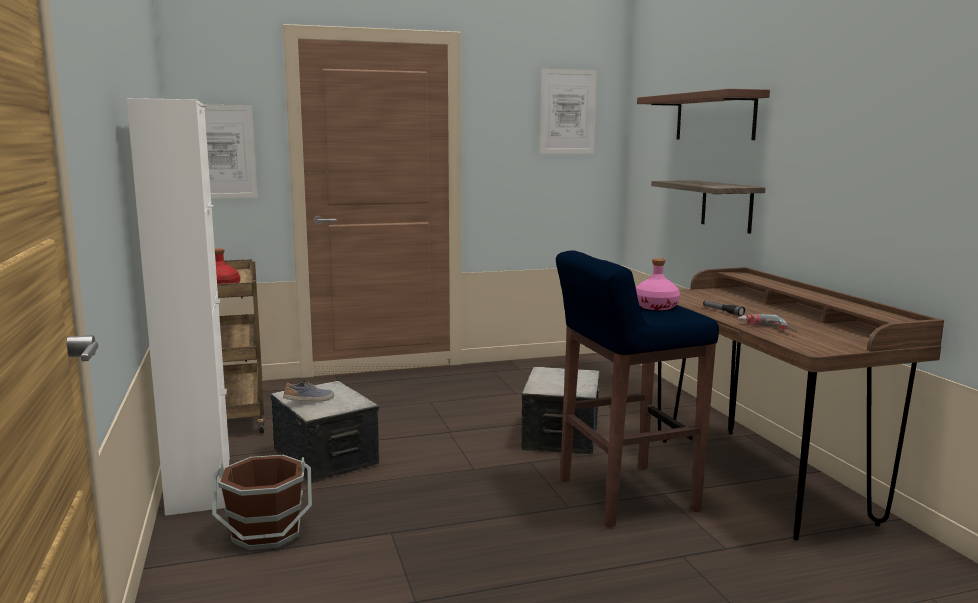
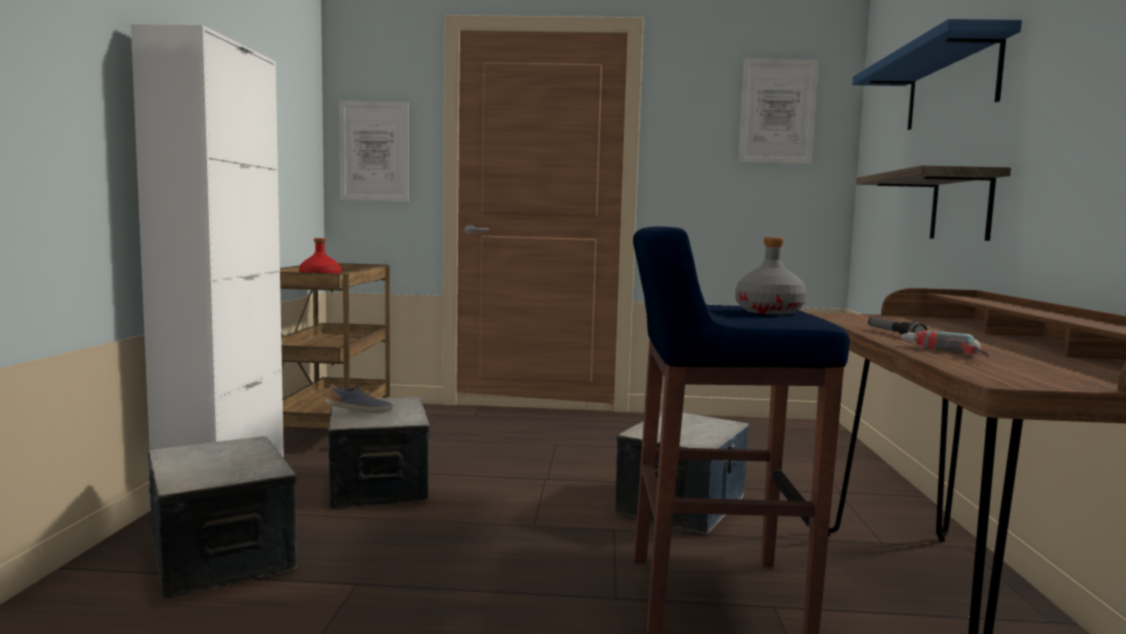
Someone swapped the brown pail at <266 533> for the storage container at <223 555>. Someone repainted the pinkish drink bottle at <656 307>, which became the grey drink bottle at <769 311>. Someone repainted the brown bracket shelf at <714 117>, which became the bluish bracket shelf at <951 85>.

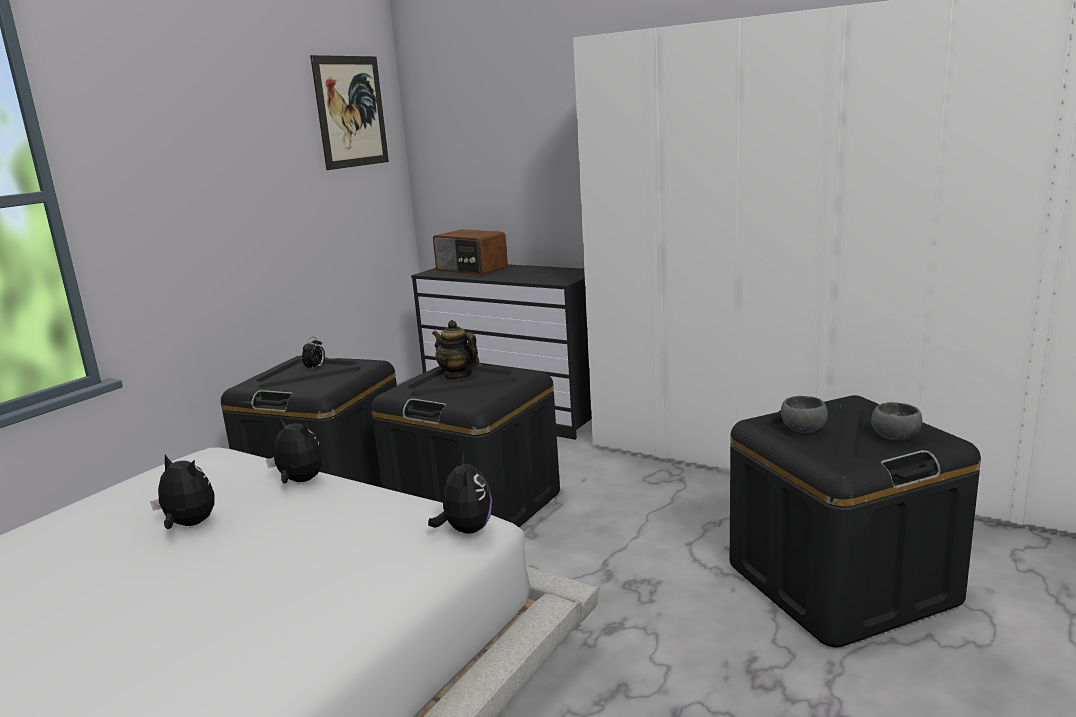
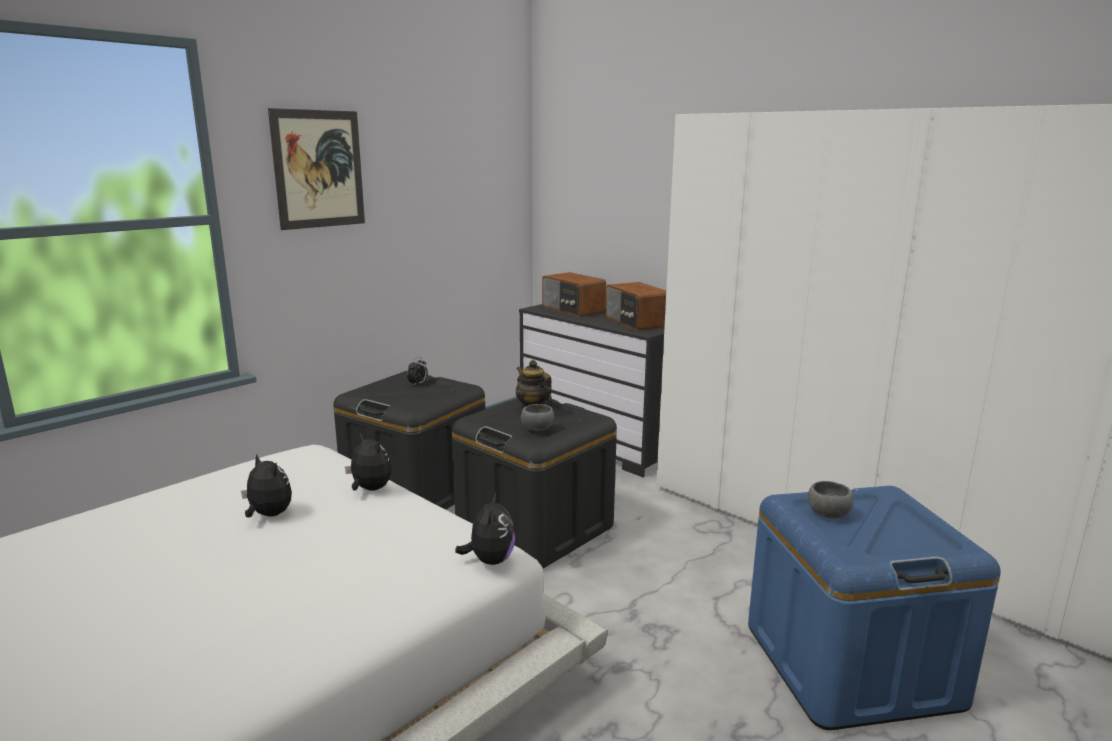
Someone carried the picture from <351 112> to <319 169>. Someone repainted the blackish storage container at <840 583>, which became the bluish storage container at <850 665>. Someone carried the grey bowl from <896 437> to <538 429>. Someone put down the radio receiver at <635 322>.

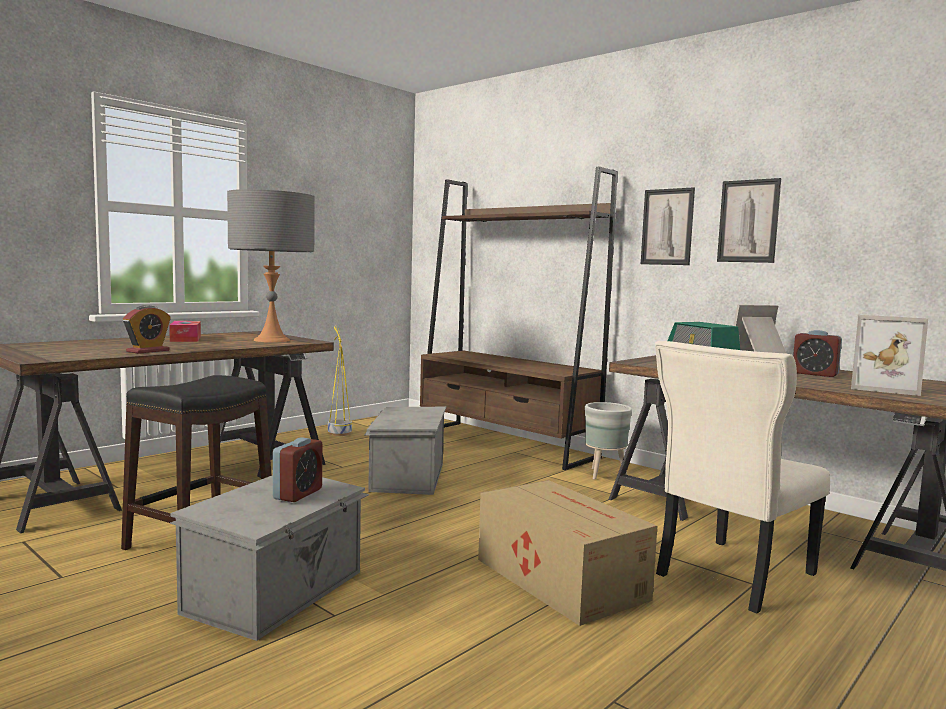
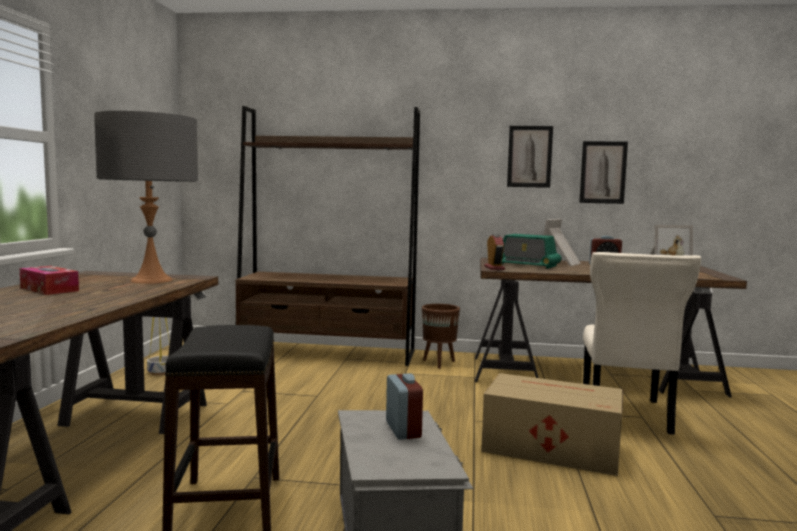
Someone carried the table clock from <148 351> to <494 268>. Someone took away the grey storage container at <406 477>. Someone repainted the grey flower pot at <604 474>, which became the brown flower pot at <439 363>. Someone carried the picture from <667 227> to <603 172>.

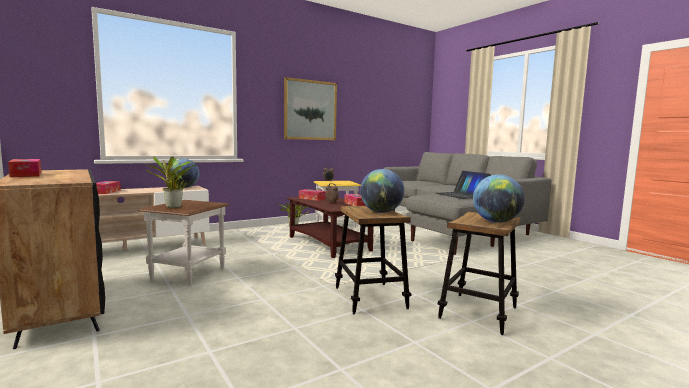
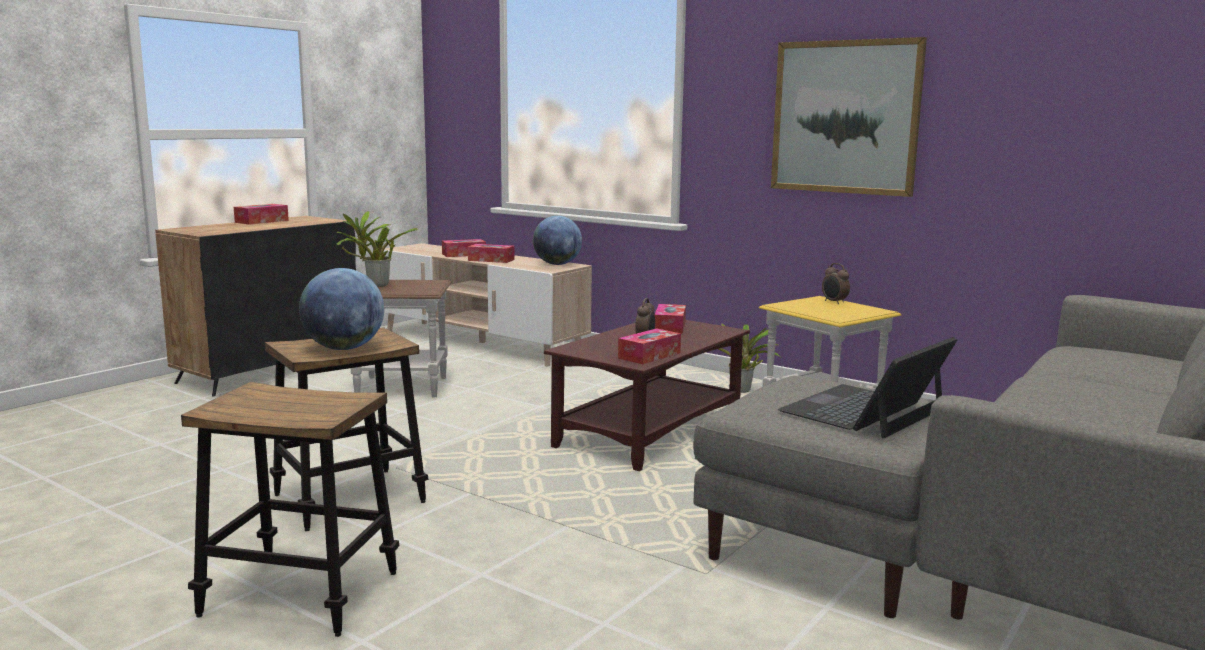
Someone took away the desk globe at <496 222>. Someone put down the tissue box at <491 260>.

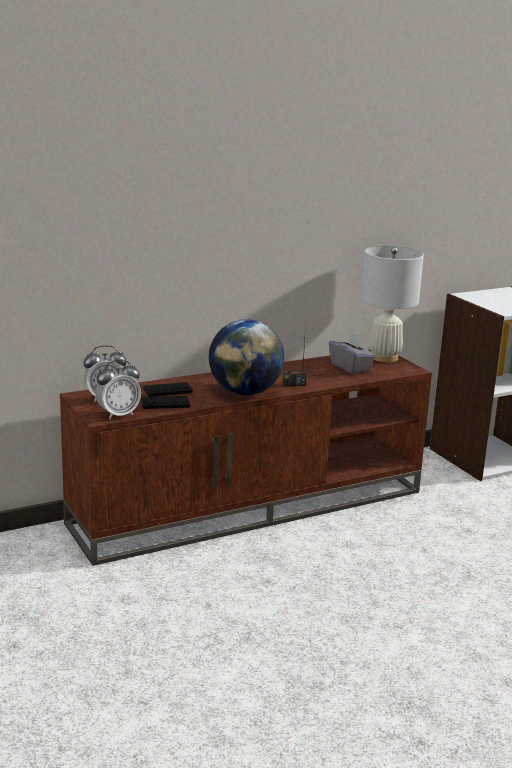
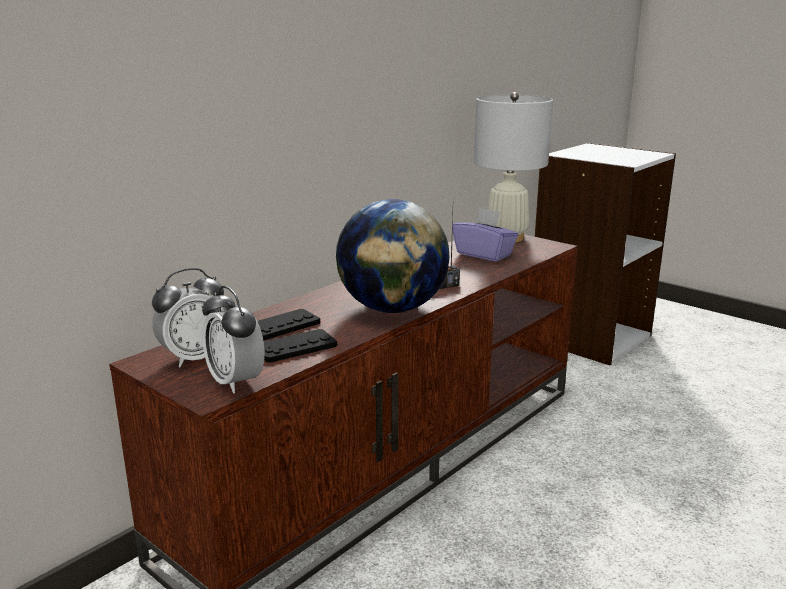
Someone rotated the table clock at <118 415> by 105 degrees clockwise. Someone repainted the grey tissue box at <350 367>, which became the purple tissue box at <484 254>.

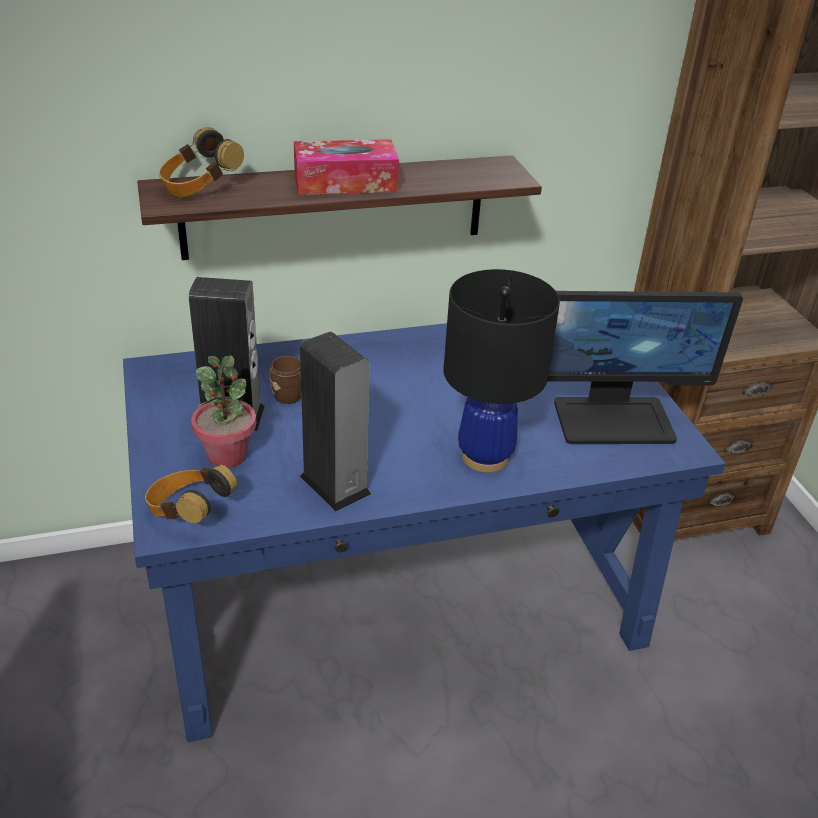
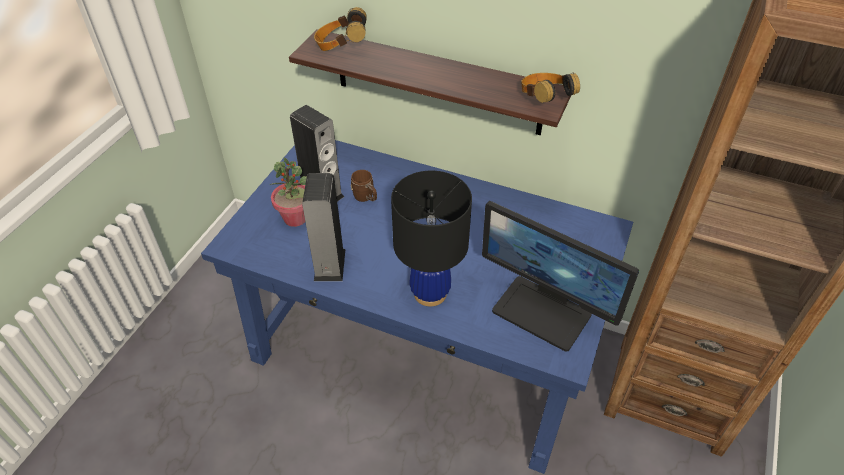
Someone carried the headphones from <189 512> to <544 100>. Someone took away the tissue box at <345 182>.

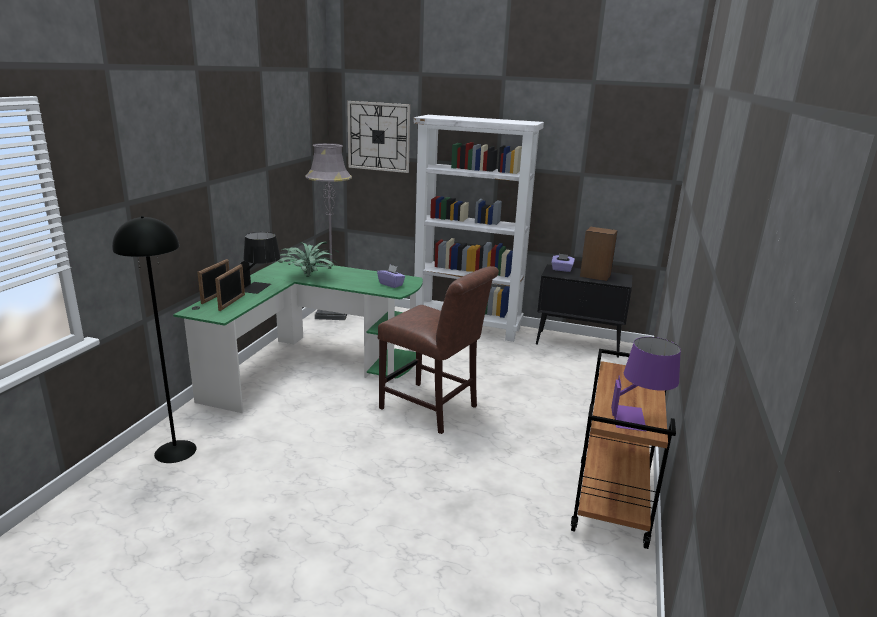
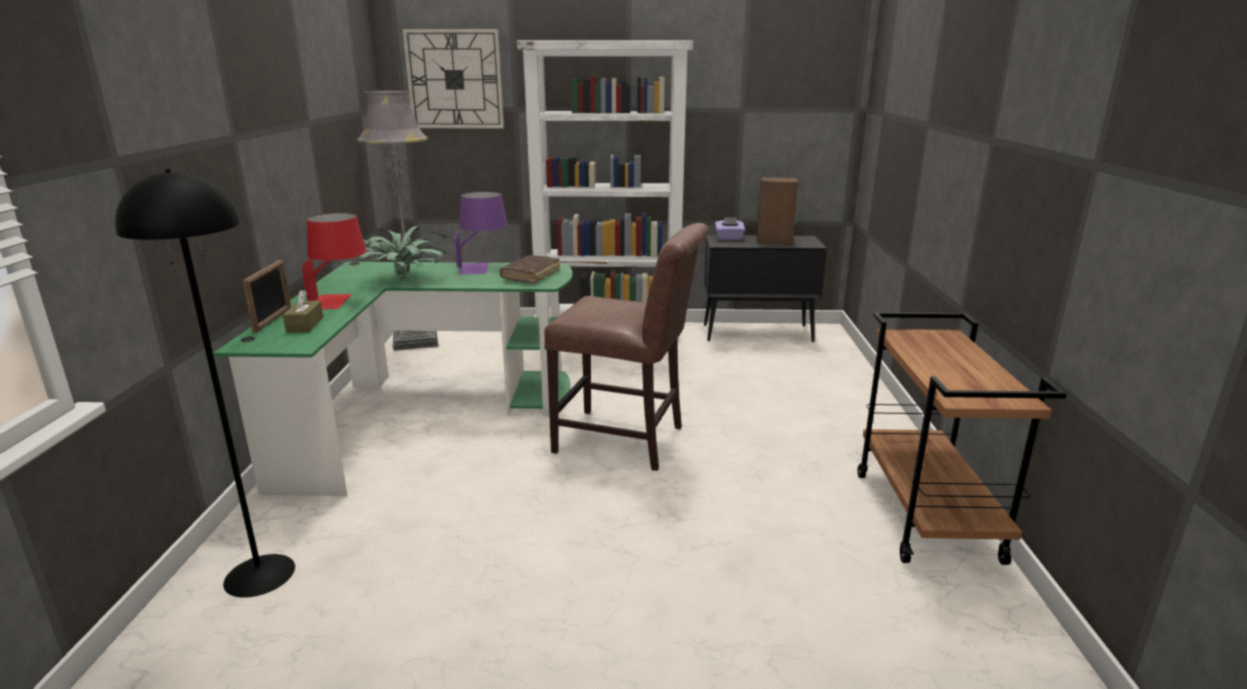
Someone swapped the standing frame at <232 302> for the brown tissue box at <305 325>. Someone repainted the blackish tabletop lamp at <262 288>, which became the reddish tabletop lamp at <340 301>. Someone swapped the purple tissue box at <391 284> for the brown bound book at <530 275>. Someone carried the purple tabletop lamp from <639 418> to <483 268>.

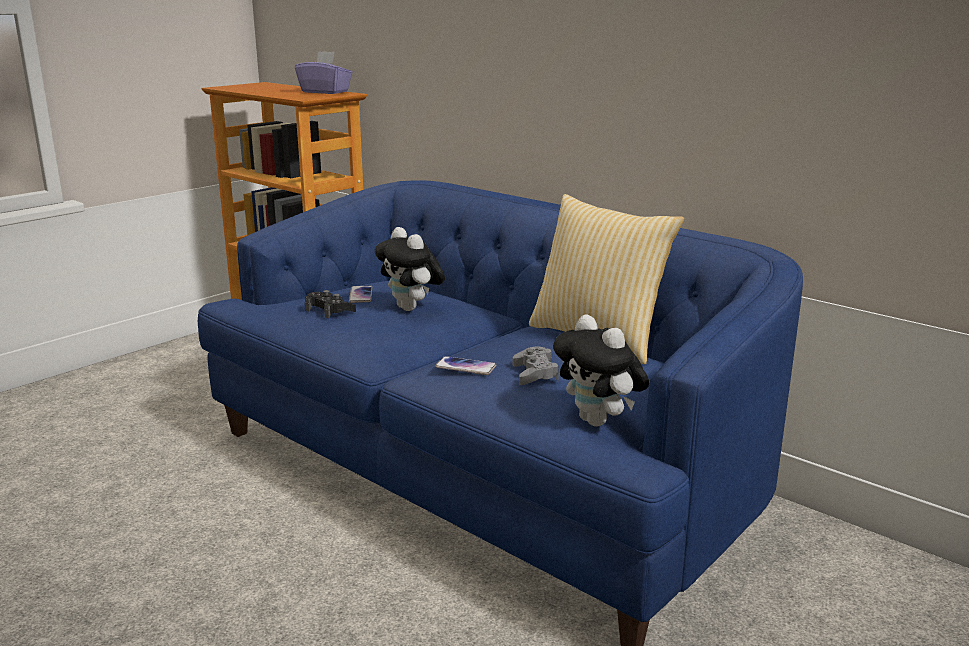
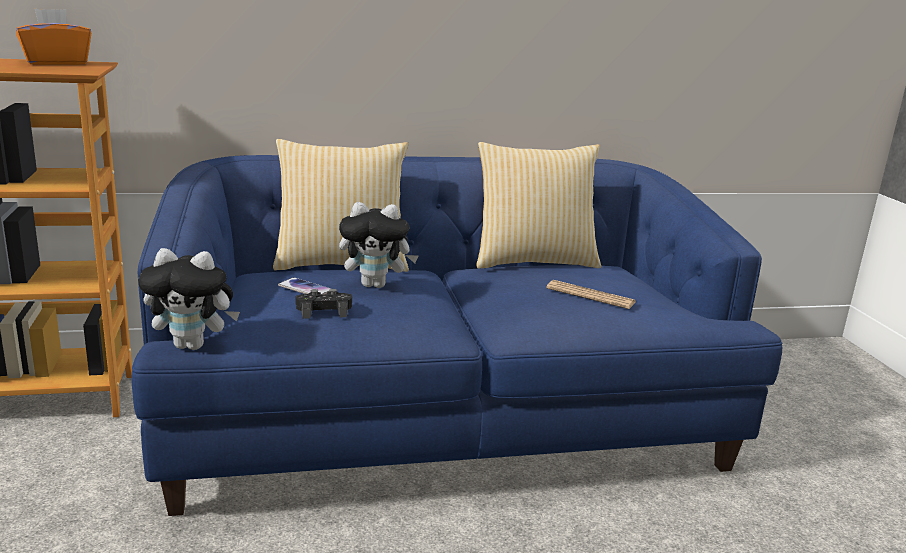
Someone repainted the purple tissue box at <325 92>, which became the orange tissue box at <56 63>. Someone took away the phone at <465 367>. Someone swapped the grey game controller at <535 374> for the newspaper at <590 296>. Someone carried the plush toy from <599 422> to <193 345>. Someone put down the pillow at <341 263>.

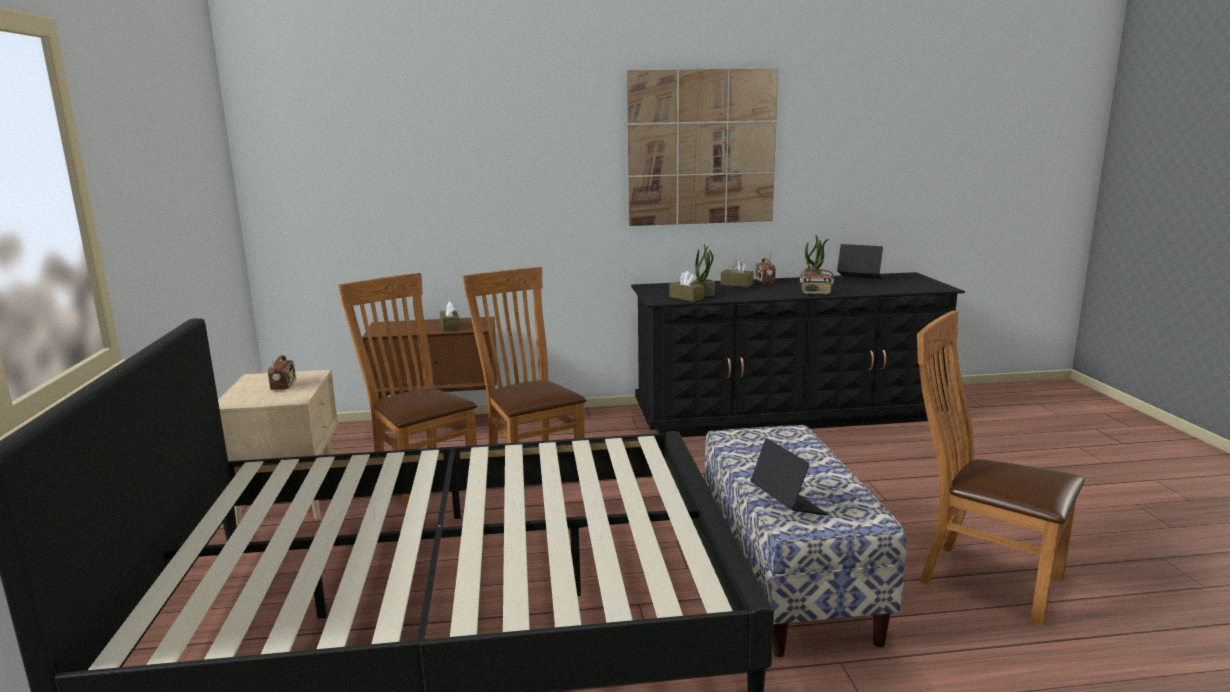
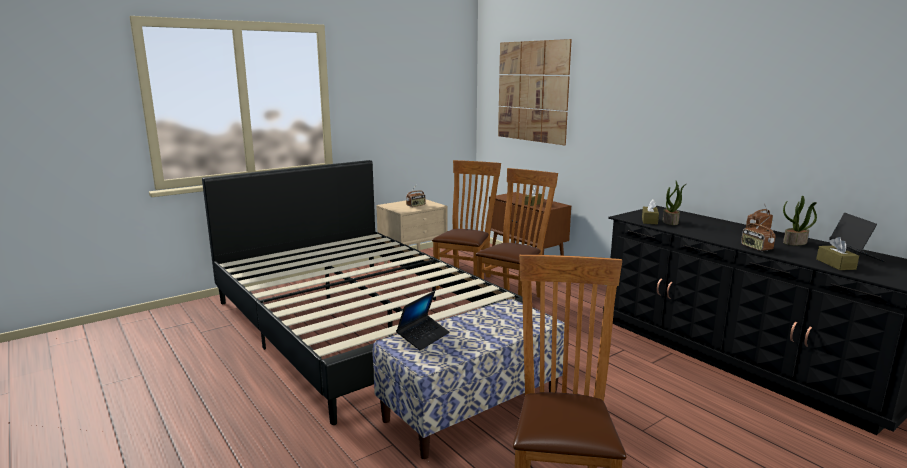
Someone carried the picture from <701 148> to <532 91>. Someone carried the brown tissue box from <736 284> to <835 264>.

